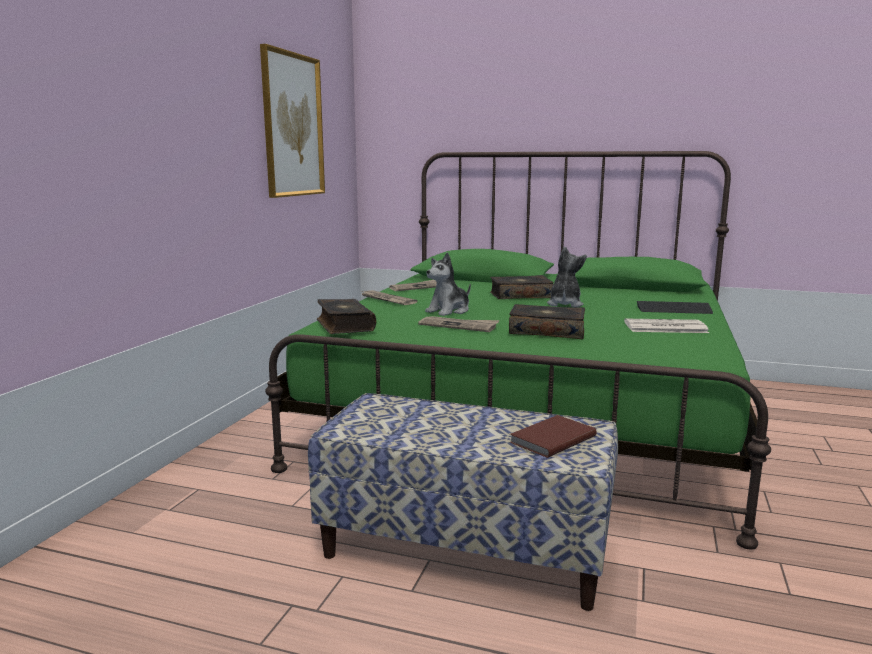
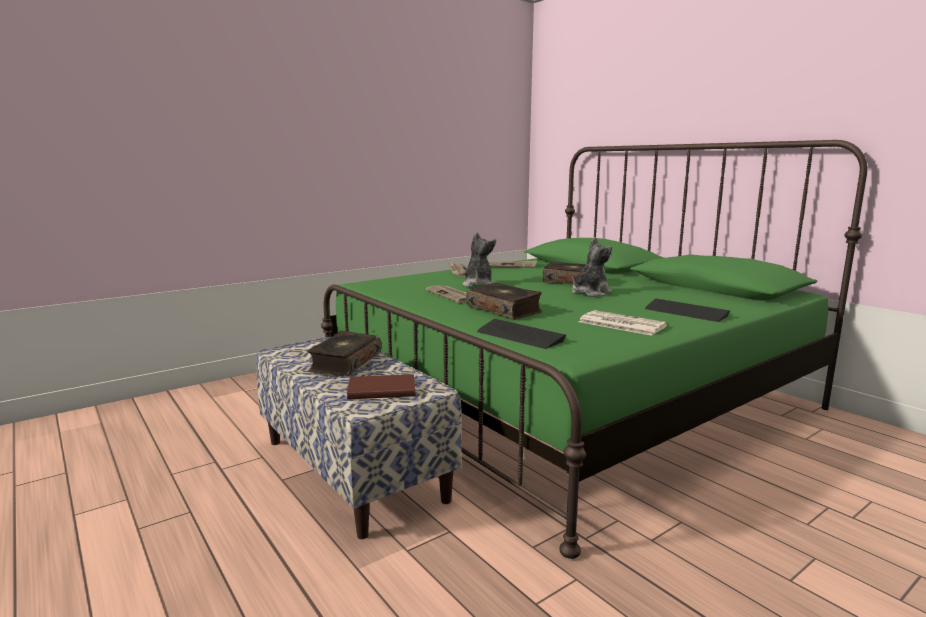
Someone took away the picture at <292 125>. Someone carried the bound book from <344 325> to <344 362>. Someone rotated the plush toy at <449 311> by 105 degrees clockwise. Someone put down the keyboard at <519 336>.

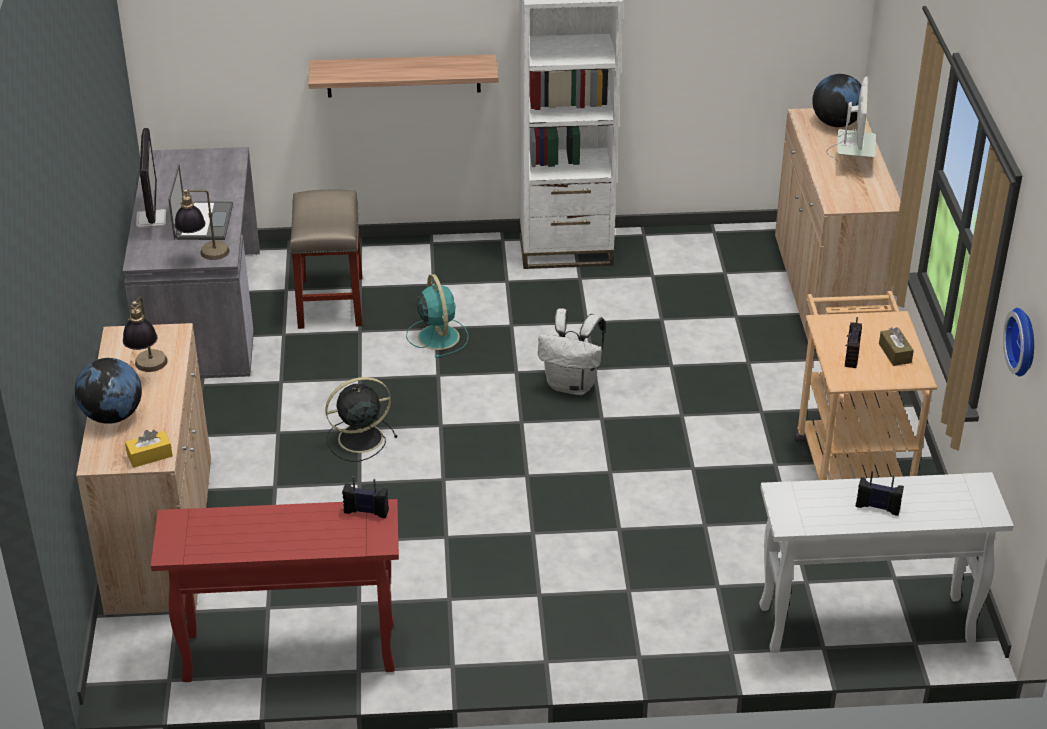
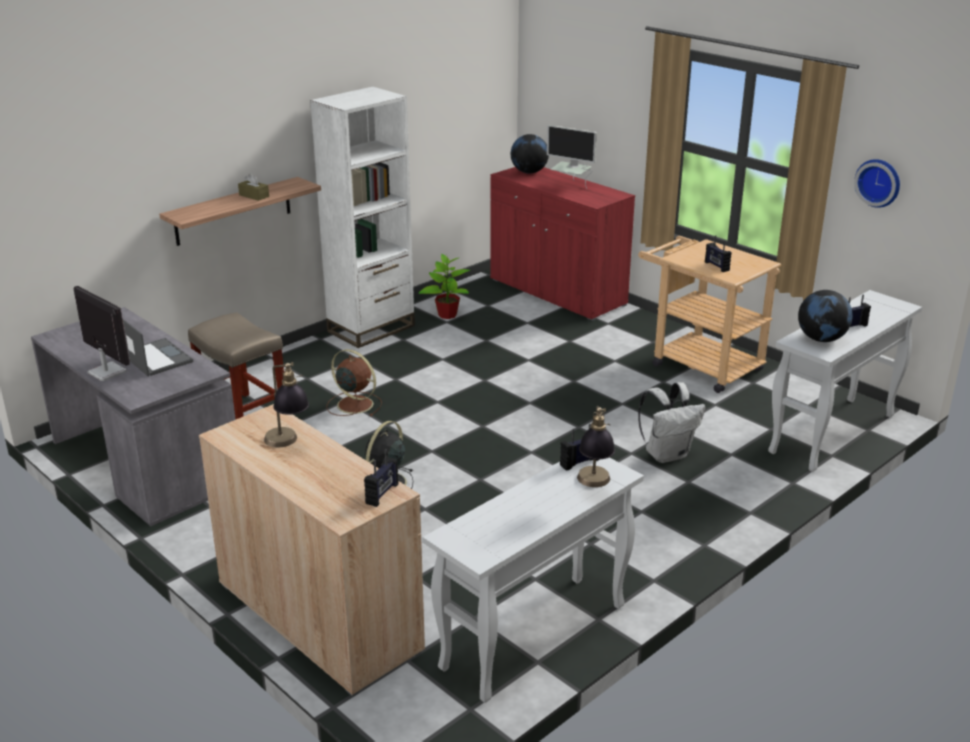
Someone carried the desk globe from <112 416> to <821 339>. Someone swapped the yellow-coloured tissue box at <150 455> for the radio receiver at <382 494>. Someone repainted the reddish console table at <288 653>, which became the white-coloured console table at <533 637>. Someone carried the tabletop lamp from <204 257> to <594 486>. Someone repainted the turquoise cooling fan at <438 336>, which became the brown cooling fan at <353 404>. Someone carried the white-coloured knapsack from <573 385> to <667 454>. Someone repainted the sand-coloured storage cabinet at <826 289>, which became the reddish storage cabinet at <557 292>. Someone rotated the computer display at <851 165> by 150 degrees clockwise. Someone carried the brown tissue box from <895 353> to <254 196>. Someone put down the potted plant at <447 315>.

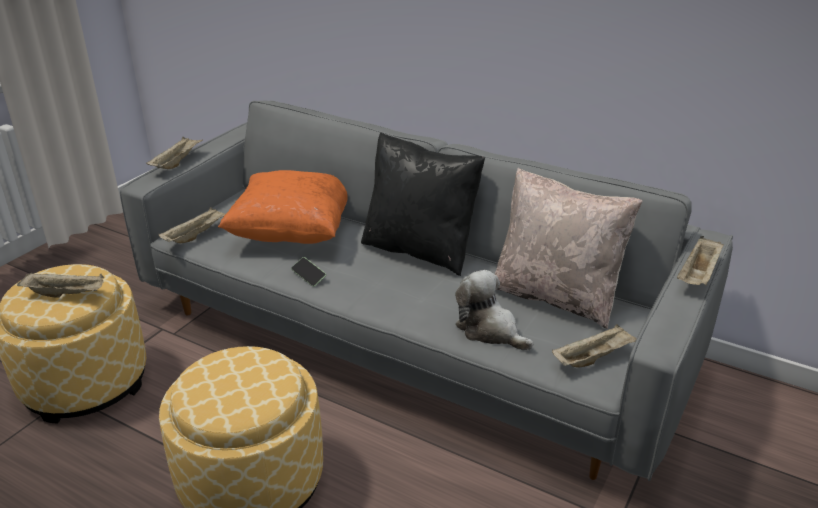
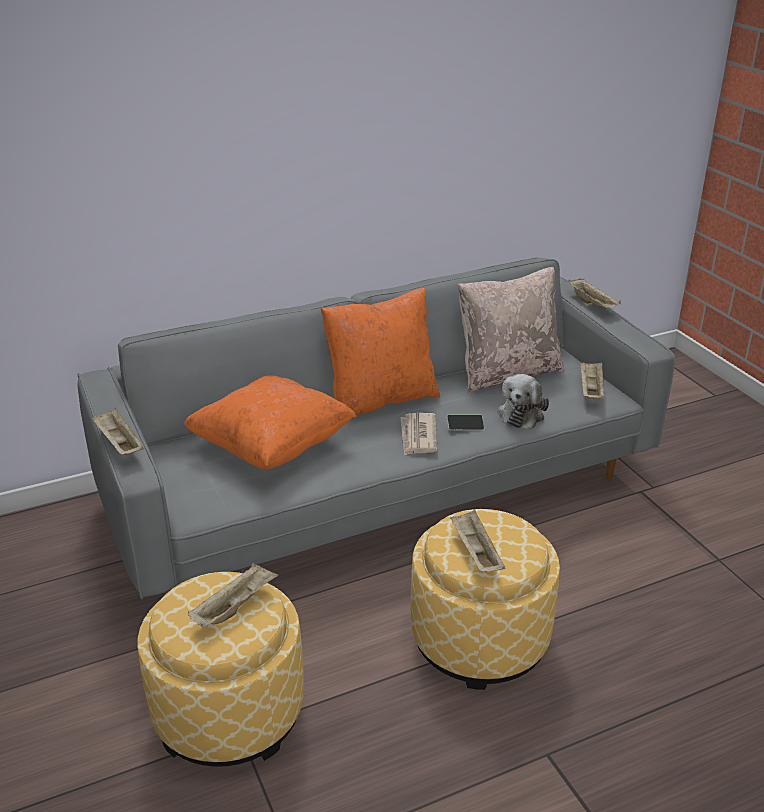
Someone carried the sand-coloured carrying tray from <195 235> to <475 553>. Someone carried the phone from <308 276> to <465 427>. Someone repainted the blackish pillow at <420 250>, which became the orange pillow at <380 399>. Someone rotated the plush toy at <490 330> by 60 degrees counterclockwise. Someone put down the newspaper at <418 436>.

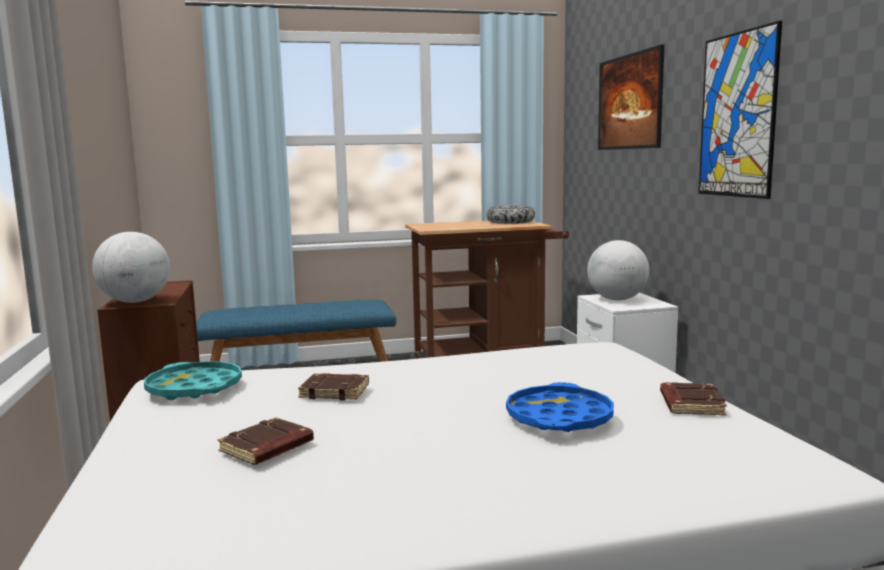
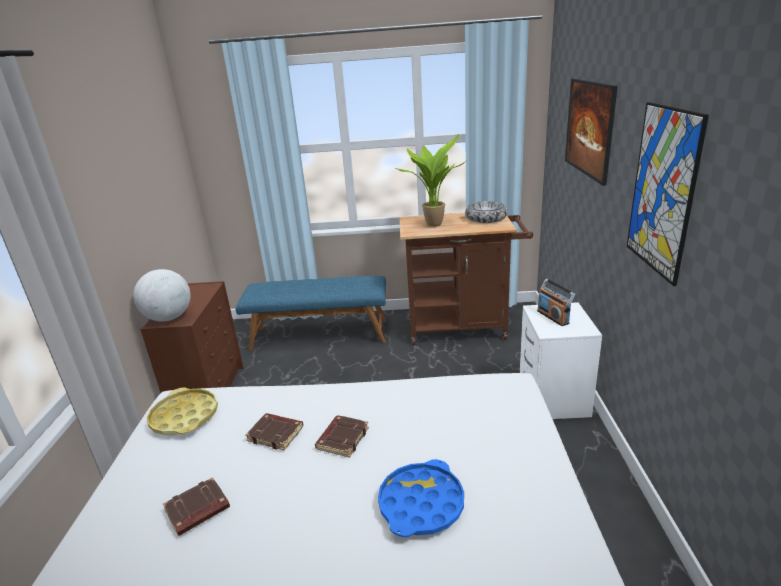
Someone repainted the turquoise carrying tray at <194 388>, which became the yellow-coloured carrying tray at <184 417>. Someone swapped the desk globe at <617 299> for the radio receiver at <553 317>. Someone carried the brown bound book from <690 404> to <342 438>. Someone put down the potted plant at <433 224>.

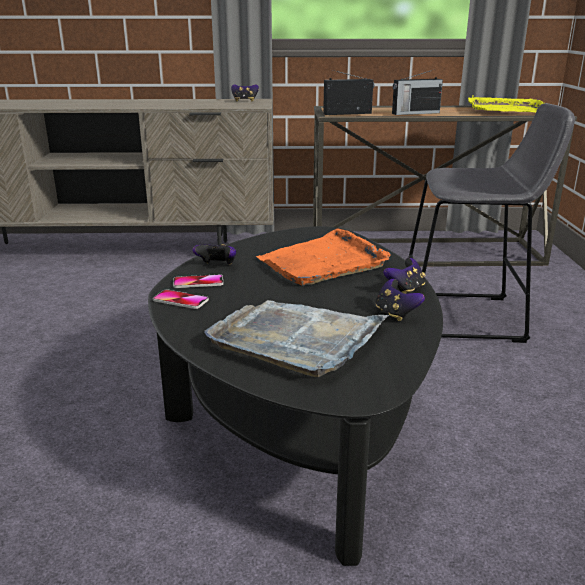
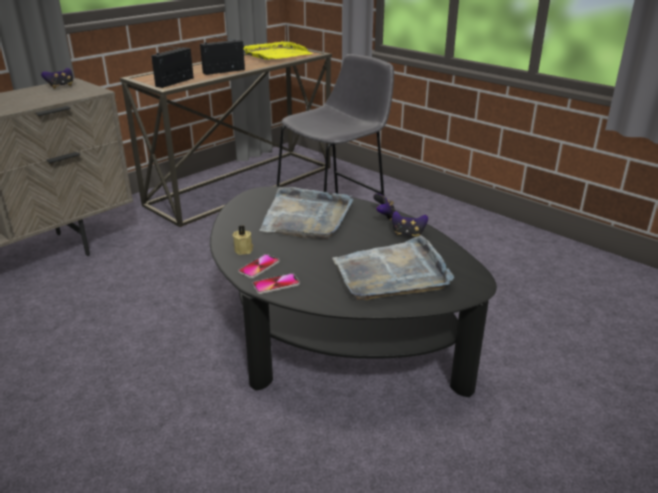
Someone swapped the game controller at <217 266> for the sand-coloured wax light at <244 249>. Someone repainted the orange carrying tray at <323 262>, which became the grey carrying tray at <306 217>. Someone rotated the radio receiver at <414 113> by 150 degrees counterclockwise.

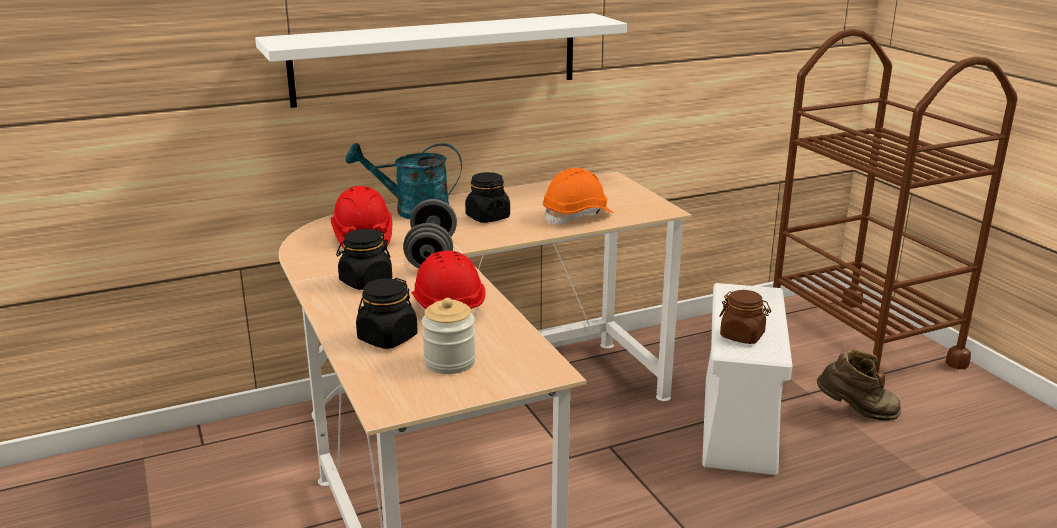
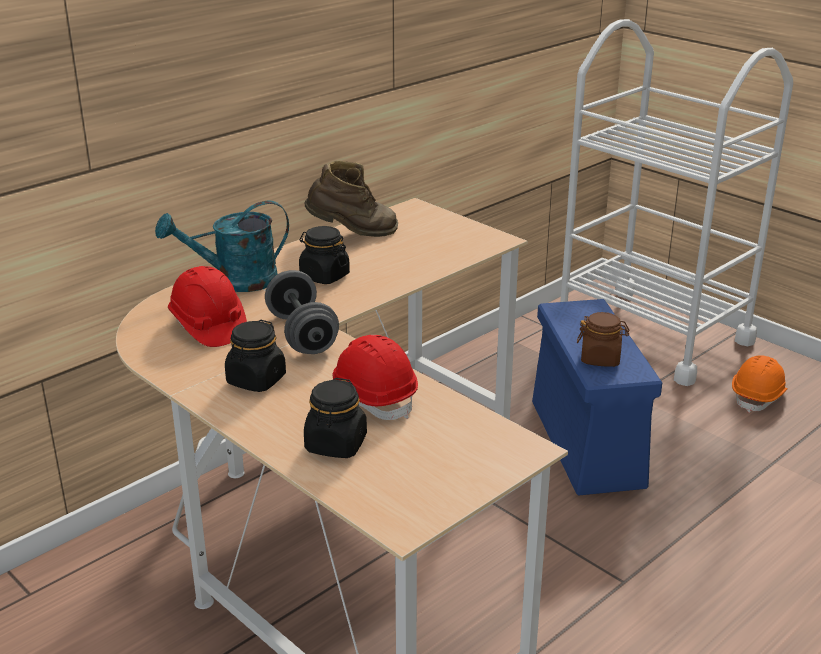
Someone took away the white-coloured bracket shelf at <437 58>. Someone took away the preserve jar at <449 362>. Someone carried the orange work helmet from <578 216> to <758 396>. Someone repainted the white-coloured storage container at <739 425>, which became the bluish storage container at <588 444>. Someone repainted the brown wheeled cart at <861 343>, which became the white-coloured wheeled cart at <652 334>. Someone carried the brown high-top boot from <856 412> to <353 234>.

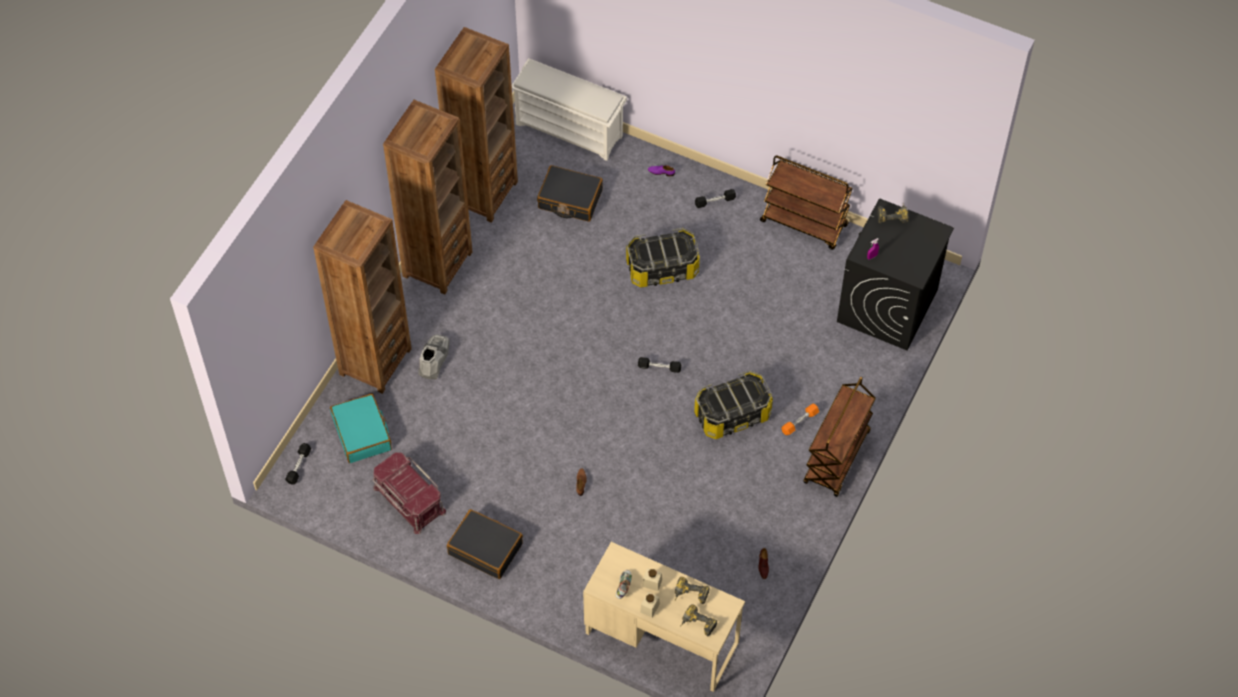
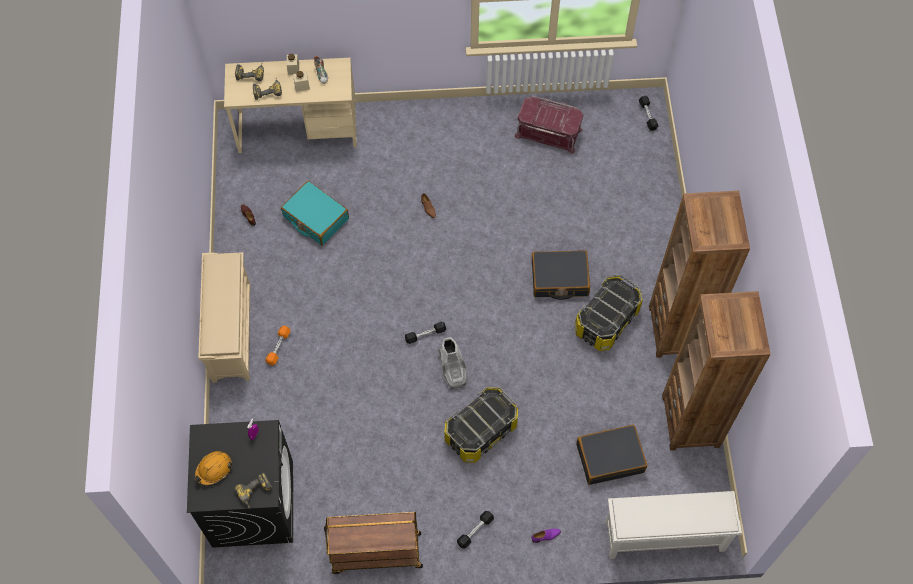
Someone took away the brown bookcase at <375 361>. Someone carried the turquoise travel case from <362 433> to <315 218>. Someone carried the grey high-top boot from <434 359> to <452 368>. Someone carried the blackish travel case from <485 548> to <559 279>. Someone carried the storage container from <732 415> to <606 320>. Someone swapped the brown wheeled cart at <837 458> for the sand-coloured shoe stand at <231 331>. Someone put down the orange work helmet at <213 470>.

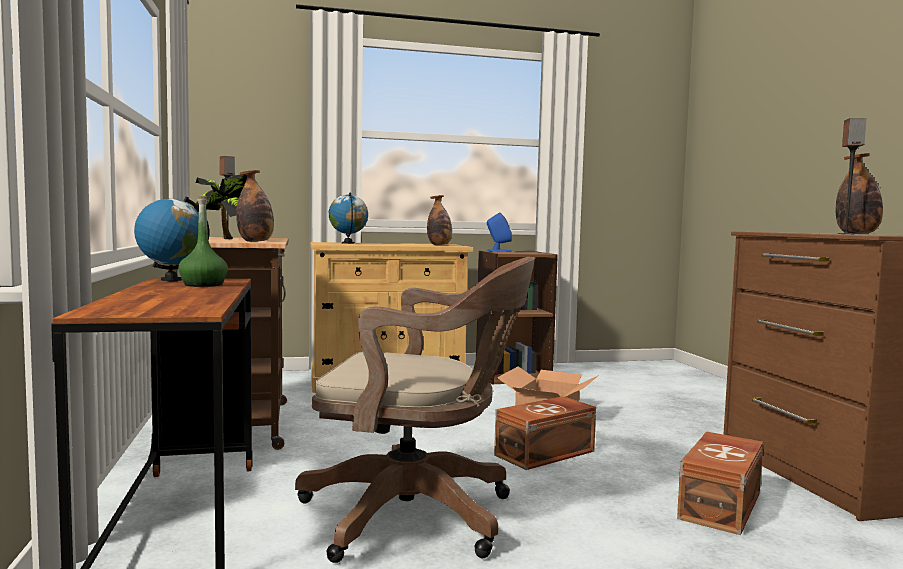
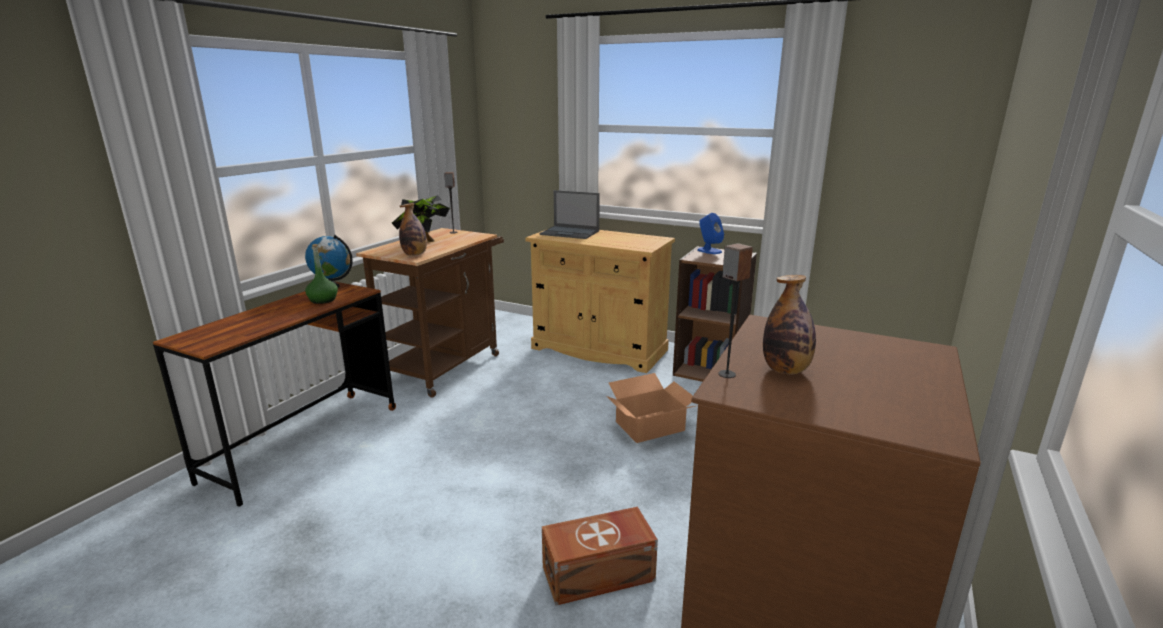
Someone took away the brown desk chair at <419 515>. Someone swapped the desk globe at <348 243> for the laptop at <570 233>. Someone took away the drink bottle at <439 245>. Someone took away the brown storage container at <546 453>.

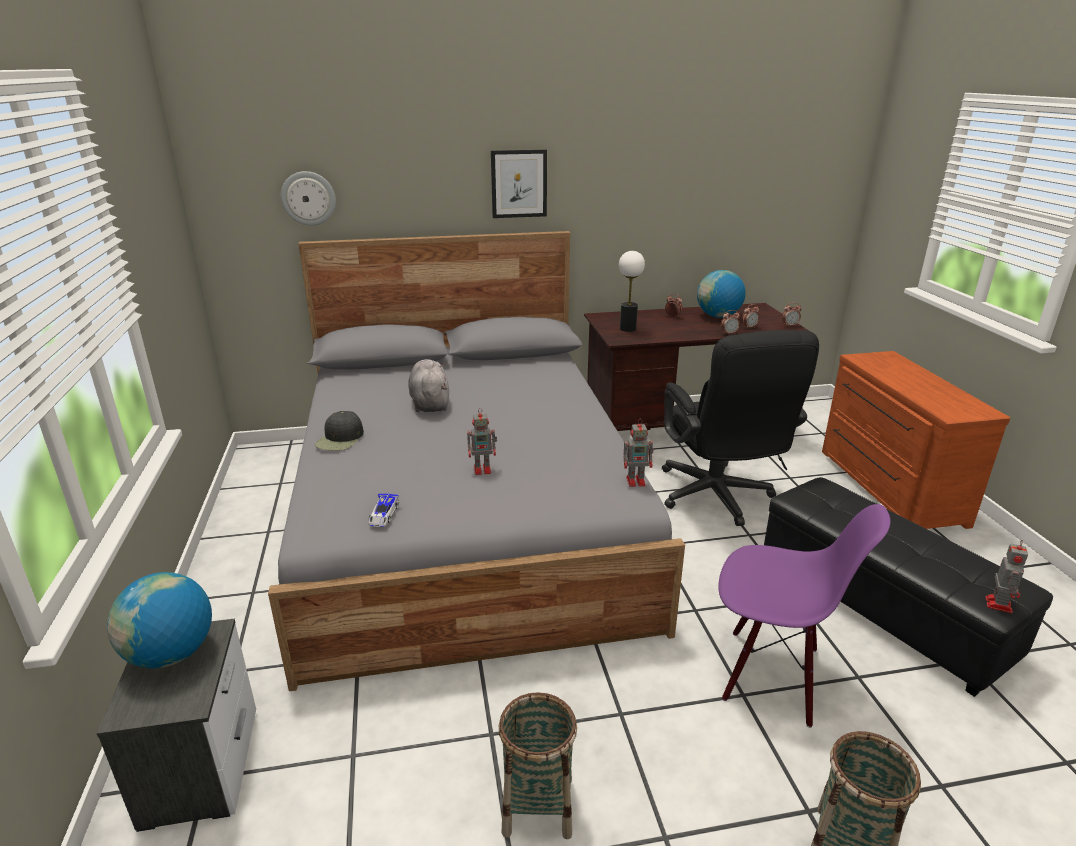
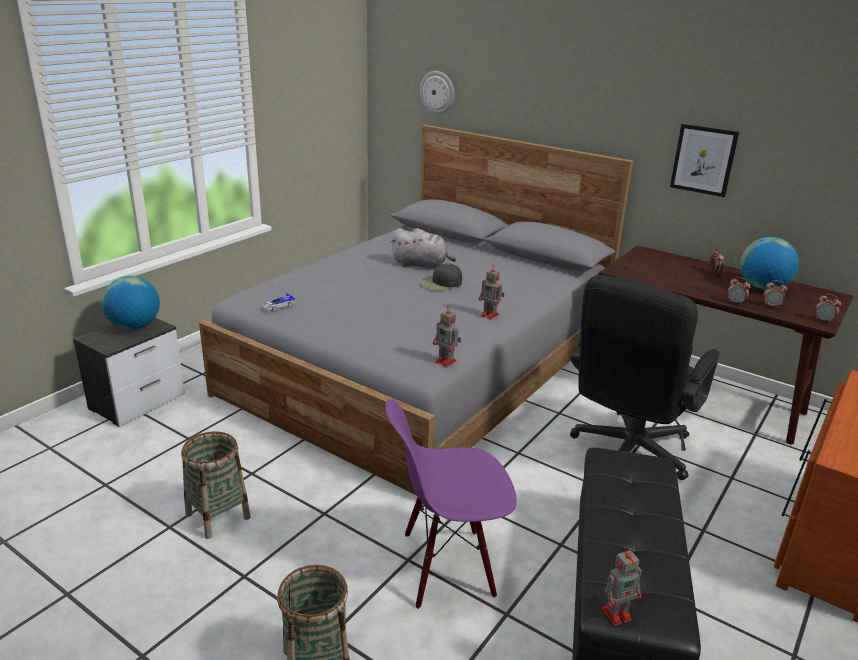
Someone carried the blackish peaked cap from <340 439> to <441 283>. Someone rotated the grey plush toy at <430 403> by 75 degrees clockwise. Someone carried the robot figure from <483 469> to <490 315>. Someone carried the picture from <519 184> to <703 160>. Someone took away the tabletop lamp at <628 329>. Someone rotated the purple plain chair at <771 675> by 105 degrees clockwise.

